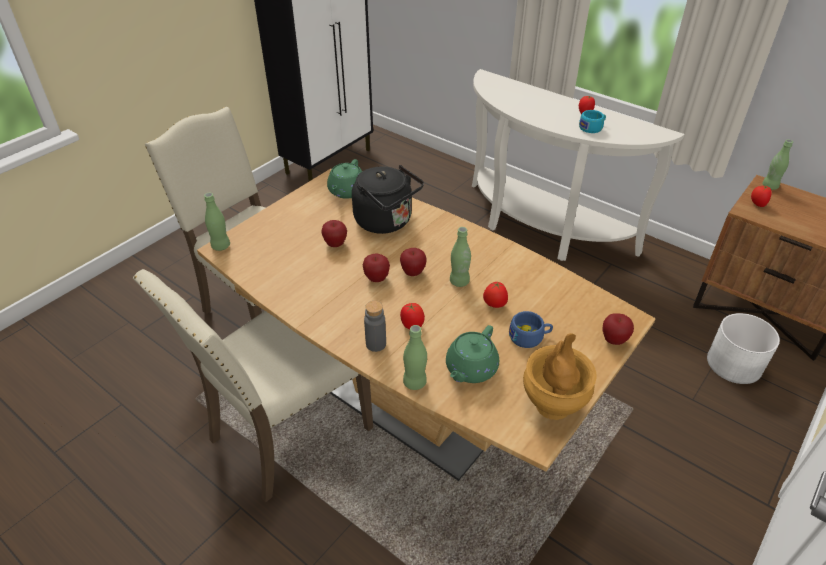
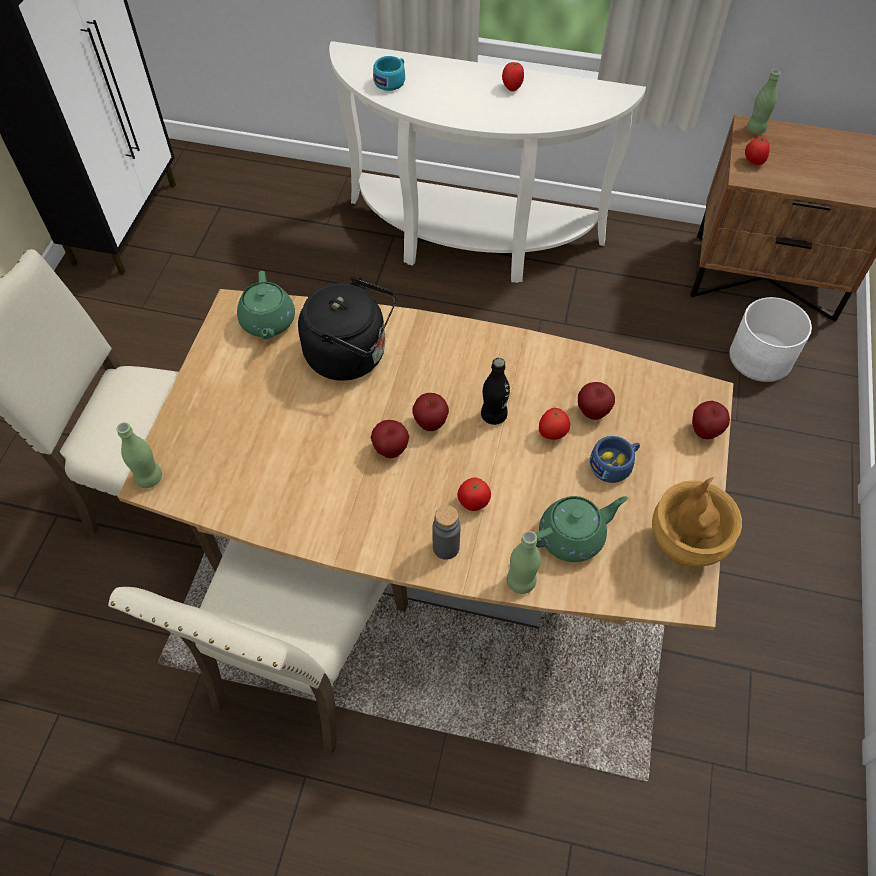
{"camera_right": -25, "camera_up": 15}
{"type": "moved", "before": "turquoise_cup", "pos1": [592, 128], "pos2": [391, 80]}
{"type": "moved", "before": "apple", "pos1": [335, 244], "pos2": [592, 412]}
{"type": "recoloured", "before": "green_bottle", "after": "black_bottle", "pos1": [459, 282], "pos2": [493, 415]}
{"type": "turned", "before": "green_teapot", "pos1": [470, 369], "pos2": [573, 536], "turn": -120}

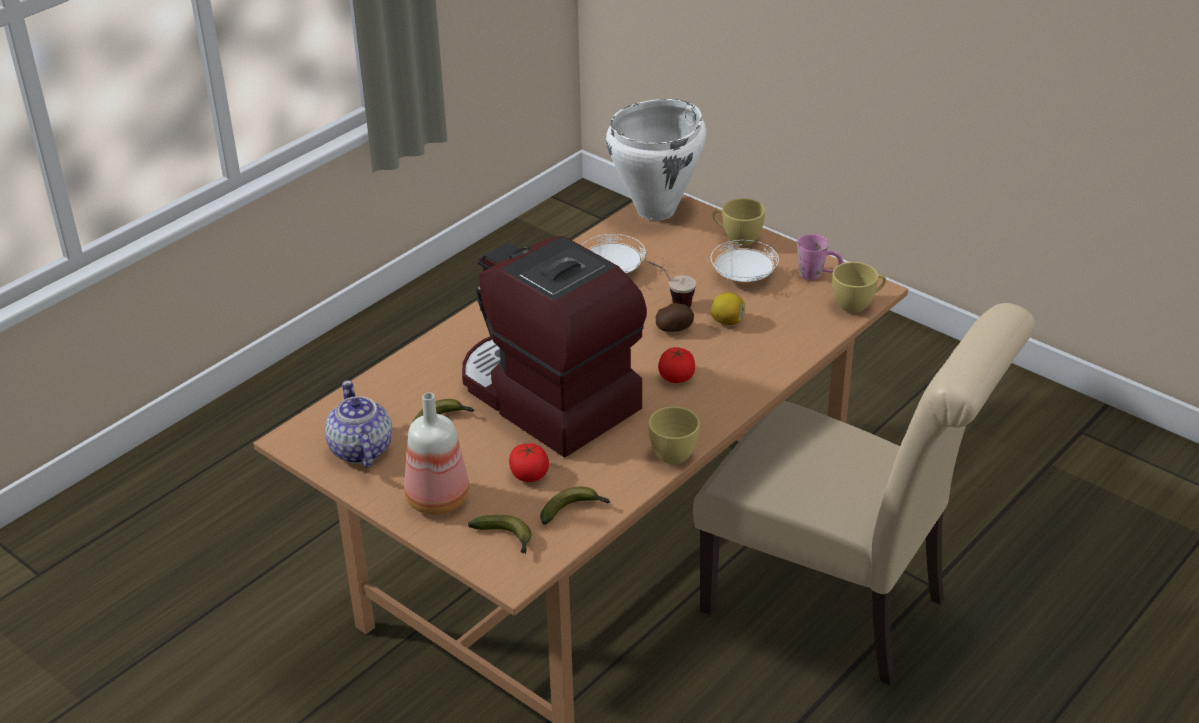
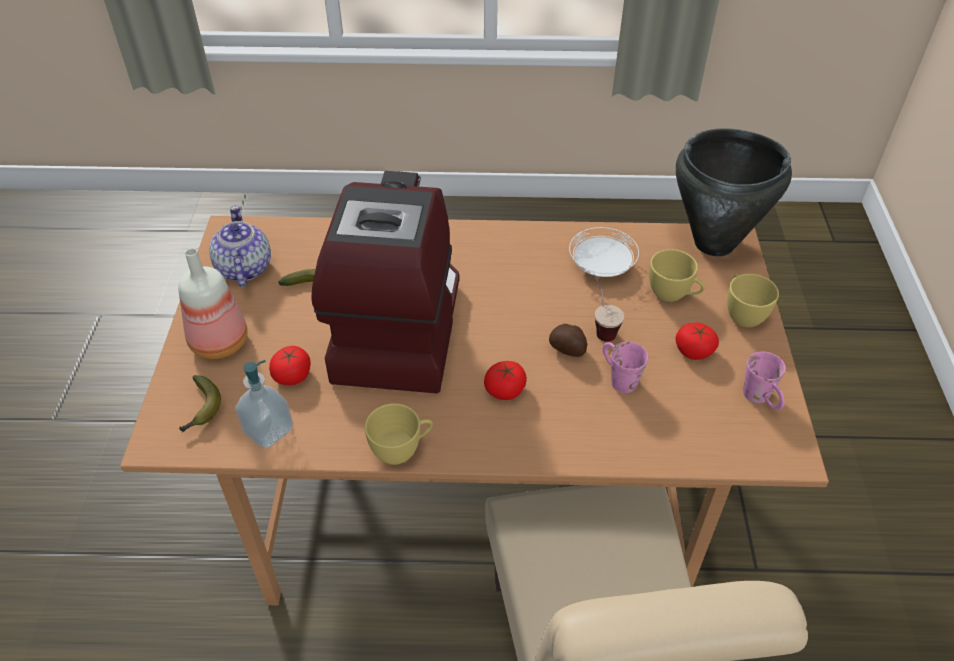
{"camera_right": 50, "camera_up": 10}
{"type": "recoloured", "before": "white_cooking_pot", "after": "black_cooking_pot", "pos1": [657, 210], "pos2": [714, 244]}
{"type": "replaced", "before": "white_plate", "after": "tomato", "pos1": [744, 277], "pos2": [694, 350]}
{"type": "moved", "before": "yellow_cup", "pos1": [857, 304], "pos2": [673, 295]}
{"type": "replaced", "before": "lemon", "after": "pink_mug", "pos1": [727, 321], "pos2": [617, 377]}
{"type": "turned", "before": "teapot", "pos1": [360, 450], "pos2": [243, 269], "turn": -45}
{"type": "replaced", "before": "banana", "after": "soap_dispenser", "pos1": [574, 510], "pos2": [268, 430]}

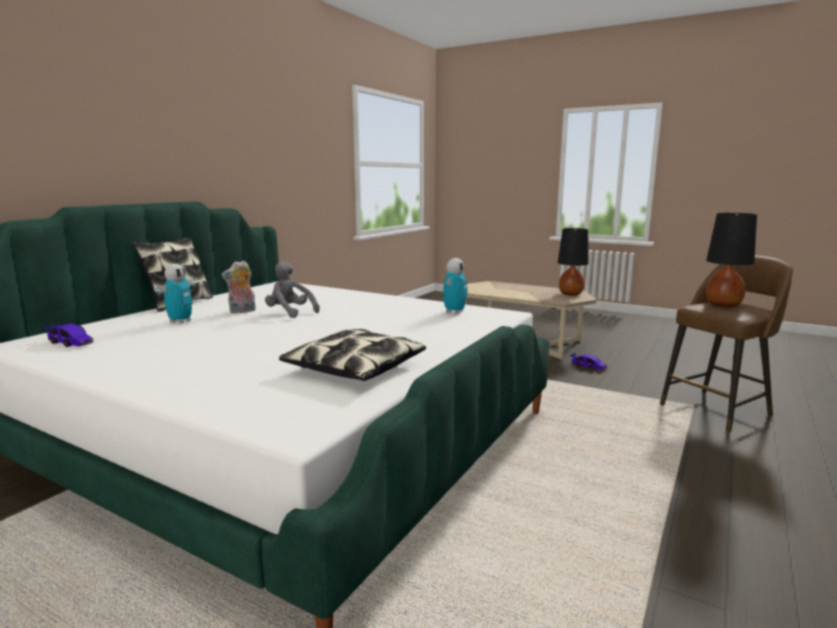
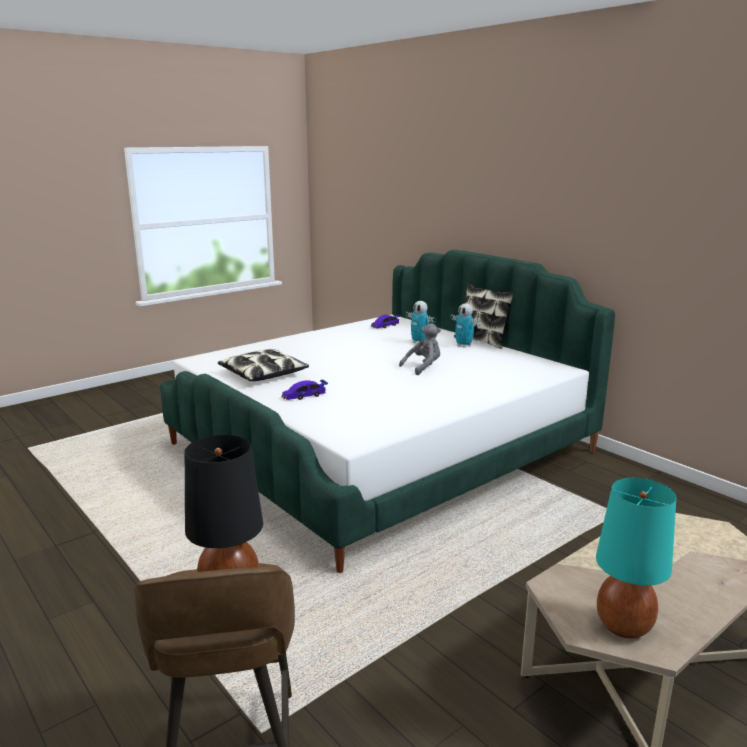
{"camera_right": 110, "camera_up": 5}
{"type": "recoloured", "before": "black_table_lamp", "after": "turquoise_table_lamp", "pos1": [570, 294], "pos2": [624, 626]}
{"type": "moved", "before": "toy_robot", "pos1": [454, 312], "pos2": [464, 346]}
{"type": "removed", "before": "plush_toy", "pos1": [242, 311]}
{"type": "moved", "before": "toy_car", "pos1": [588, 366], "pos2": [304, 396]}

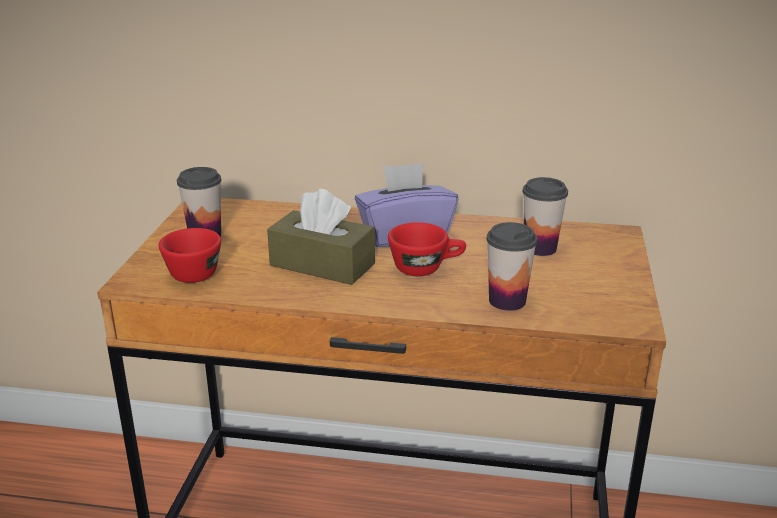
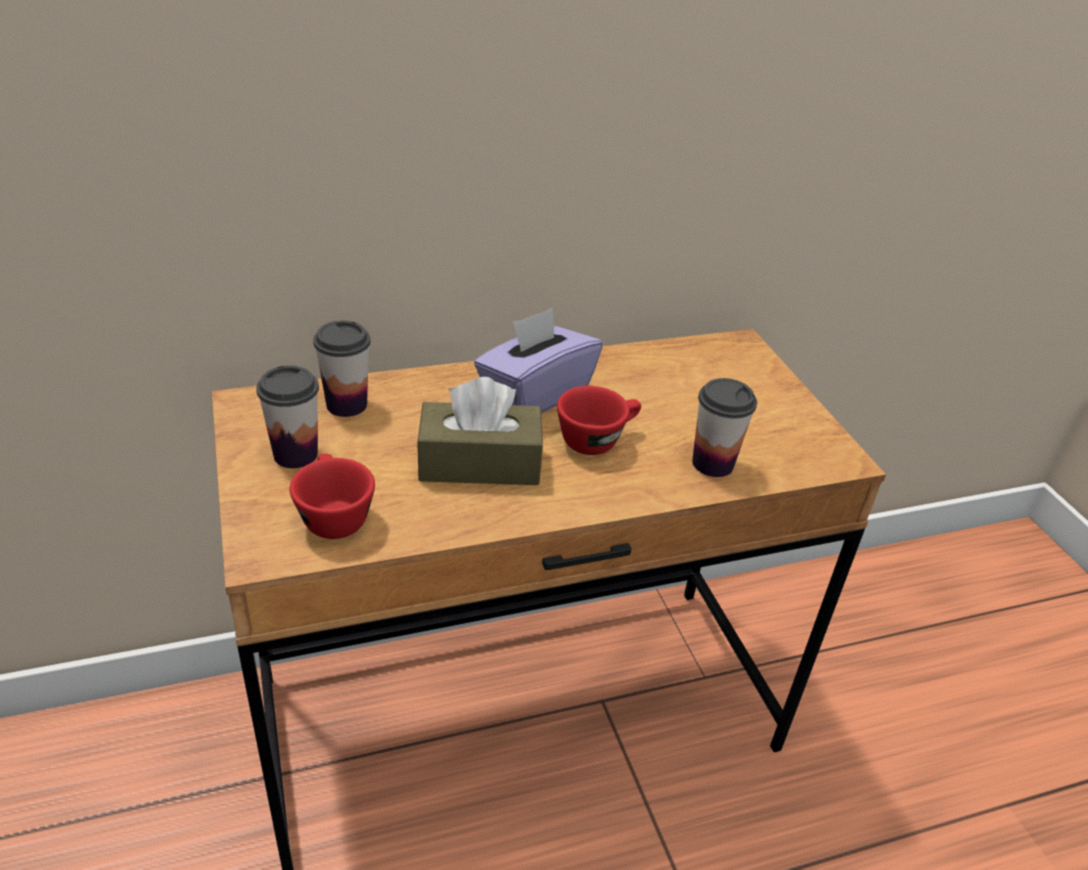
{"camera_right": -30, "camera_up": 10}
{"type": "moved", "before": "cup", "pos1": [540, 248], "pos2": [346, 405]}

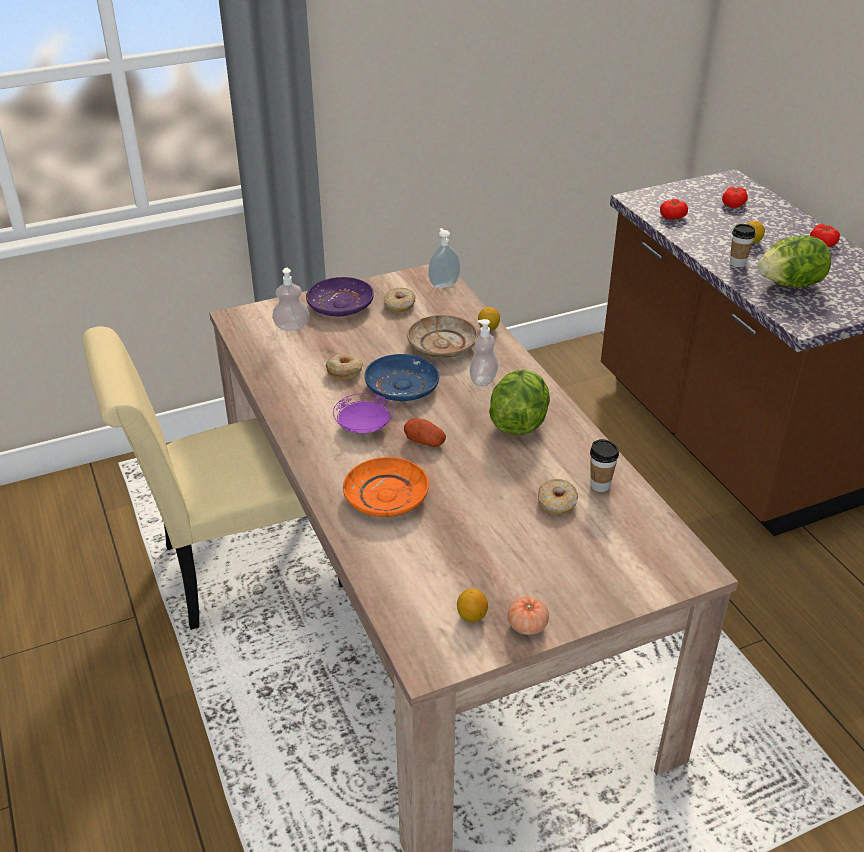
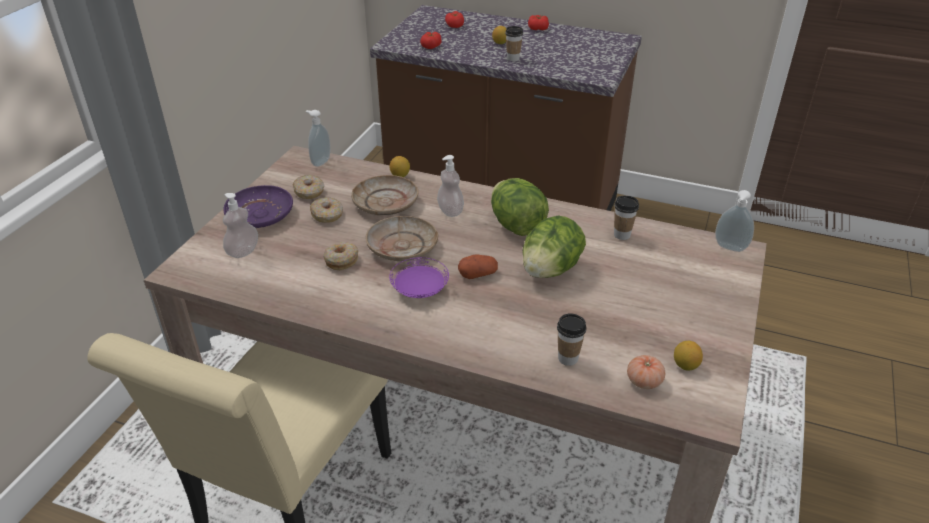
{"camera_right": -45, "camera_up": 0}
{"type": "moved", "before": "lettuce", "pos1": [790, 284], "pos2": [550, 269]}
{"type": "recoloured", "before": "blue_plate", "after": "beige_plate", "pos1": [402, 386], "pos2": [402, 247]}
{"type": "removed", "before": "orange_plate", "pos1": [386, 497]}
{"type": "moved", "before": "donut", "pos1": [557, 503], "pos2": [327, 215]}
{"type": "moved", "before": "tomato", "pos1": [527, 625], "pos2": [644, 381]}
{"type": "added", "after": "soap_dispenser", "pos2": [729, 248]}
{"type": "added", "after": "cup", "pos2": [568, 358]}

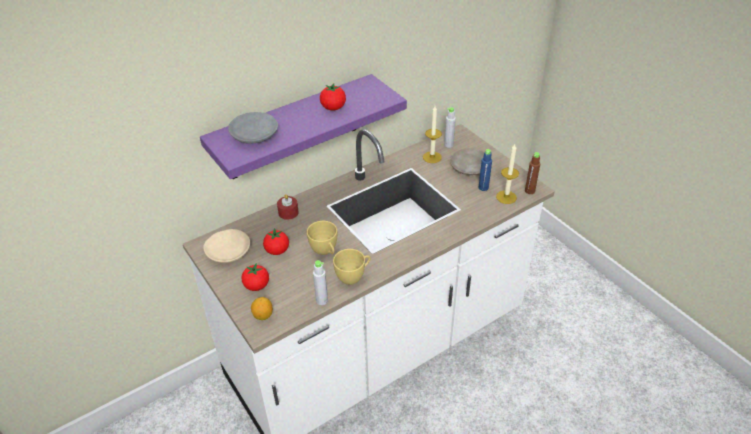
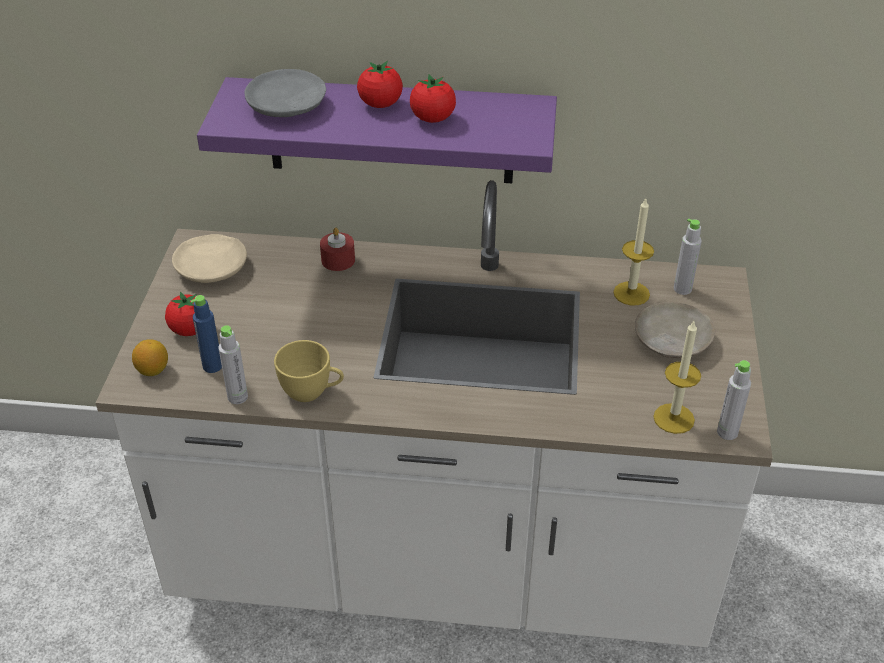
{"camera_right": 40, "camera_up": 0}
{"type": "moved", "before": "blue_bottle", "pos1": [483, 187], "pos2": [212, 366]}
{"type": "recoloured", "before": "brown_bottle", "after": "grey_bottle", "pos1": [529, 191], "pos2": [727, 432]}
{"type": "removed", "before": "yellow_cup", "pos1": [325, 251]}
{"type": "moved", "before": "tomato", "pos1": [277, 251], "pos2": [380, 104]}

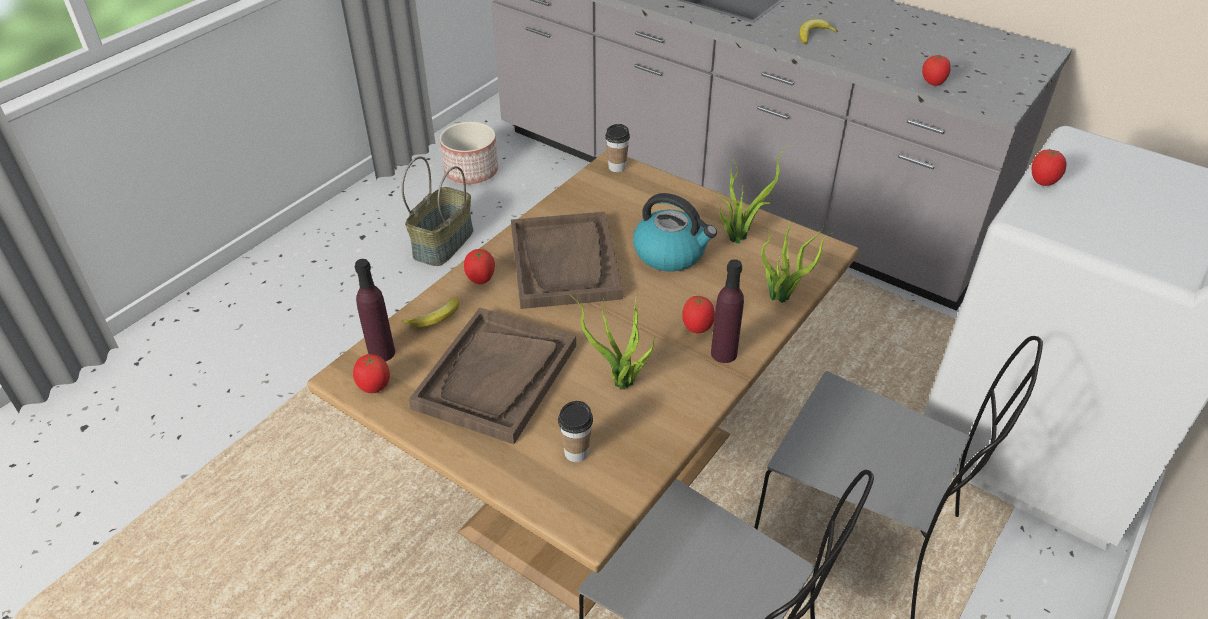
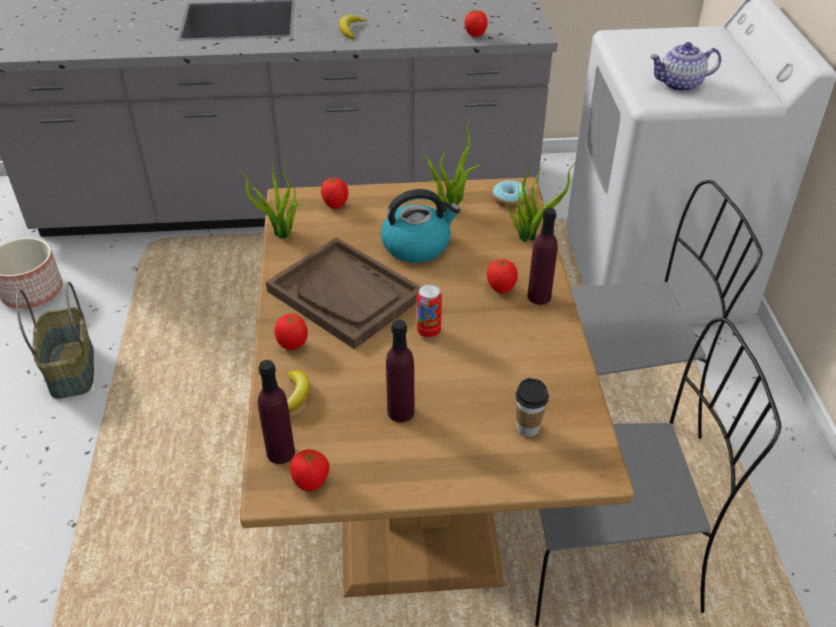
{"camera_right": -40, "camera_up": 0}
{"type": "removed", "before": "cup", "pos1": [617, 167]}
{"type": "moved", "before": "tomato", "pos1": [1042, 182], "pos2": [335, 206]}
{"type": "moved", "before": "potted_plant", "pos1": [621, 384], "pos2": [282, 235]}
{"type": "replaced", "before": "brown_tray", "after": "purple_bottle", "pos1": [496, 377], "pos2": [400, 412]}
{"type": "added", "after": "teapot", "pos2": [680, 84]}
{"type": "added", "after": "donut", "pos2": [509, 200]}
{"type": "added", "after": "can", "pos2": [428, 332]}

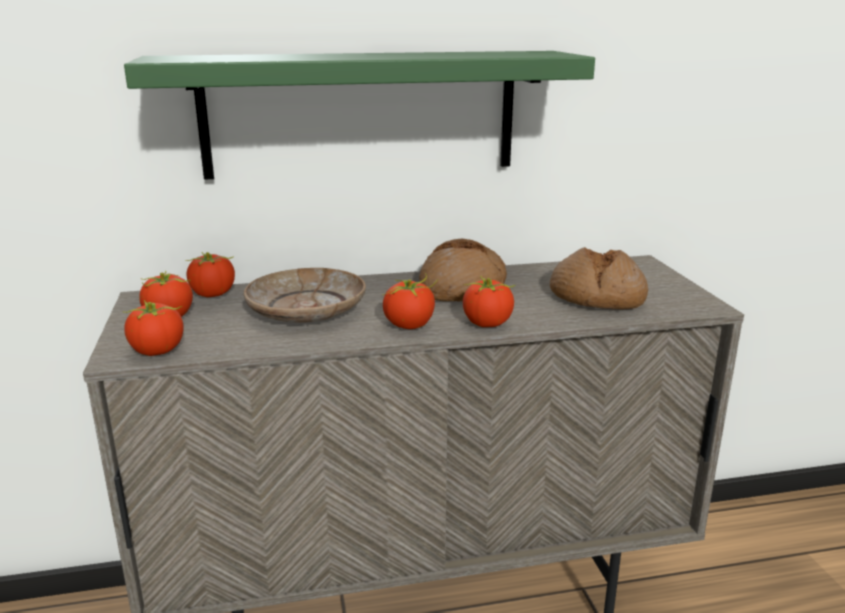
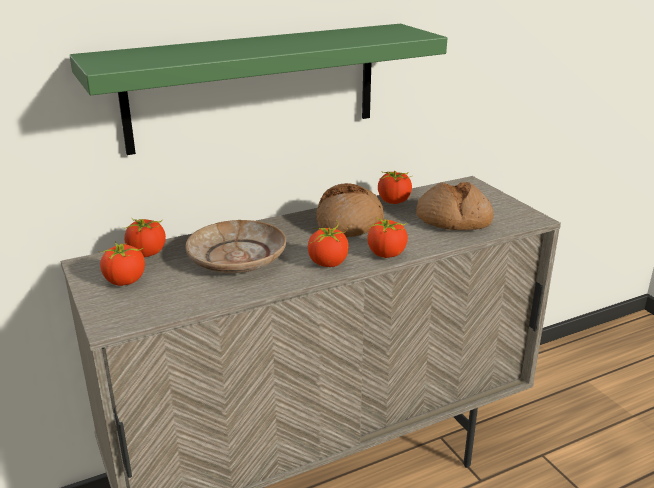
{"camera_right": -15, "camera_up": 5}
{"type": "moved", "before": "tomato", "pos1": [158, 351], "pos2": [394, 201]}

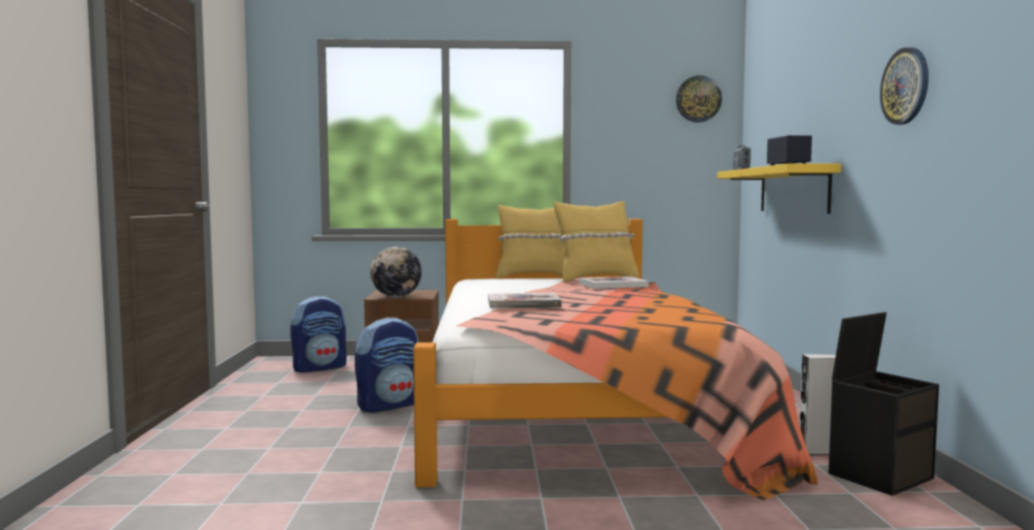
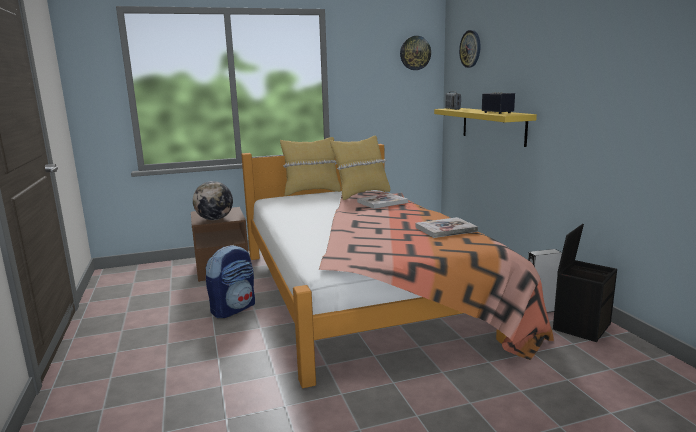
{"camera_right": -15, "camera_up": 10}
{"type": "moved", "before": "wall_clock", "pos1": [905, 86], "pos2": [470, 49]}
{"type": "moved", "before": "book", "pos1": [523, 303], "pos2": [446, 229]}
{"type": "removed", "before": "backpack", "pos1": [320, 368]}

